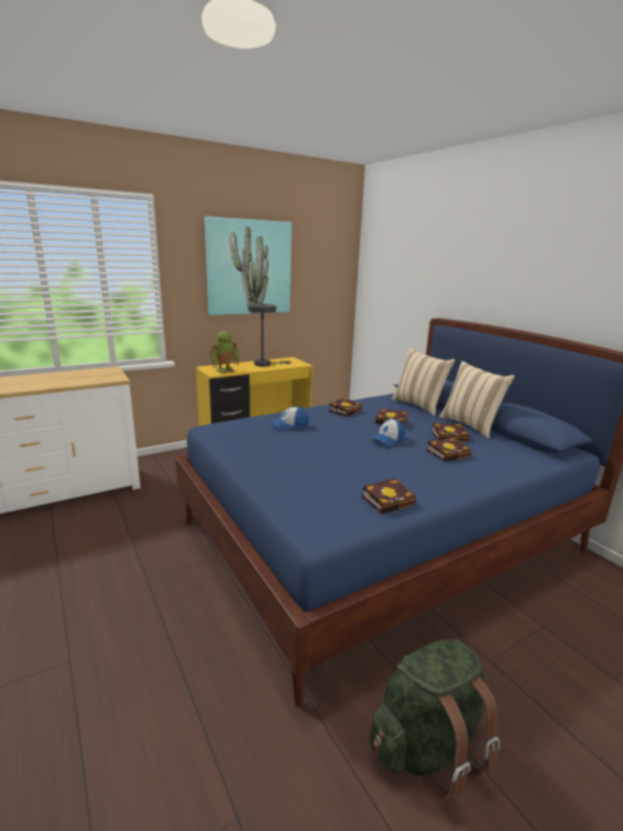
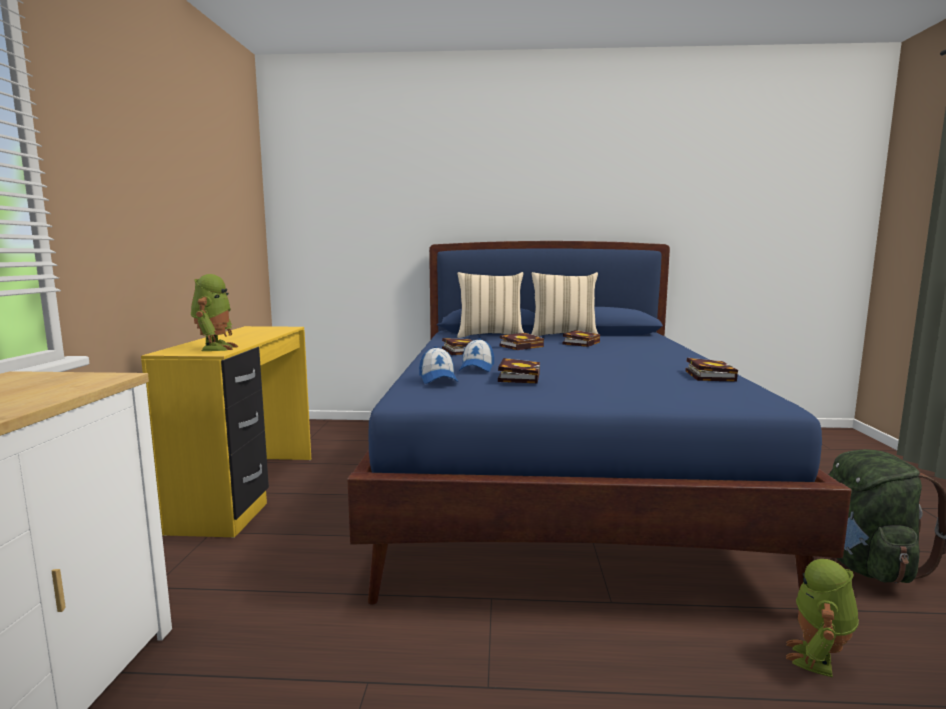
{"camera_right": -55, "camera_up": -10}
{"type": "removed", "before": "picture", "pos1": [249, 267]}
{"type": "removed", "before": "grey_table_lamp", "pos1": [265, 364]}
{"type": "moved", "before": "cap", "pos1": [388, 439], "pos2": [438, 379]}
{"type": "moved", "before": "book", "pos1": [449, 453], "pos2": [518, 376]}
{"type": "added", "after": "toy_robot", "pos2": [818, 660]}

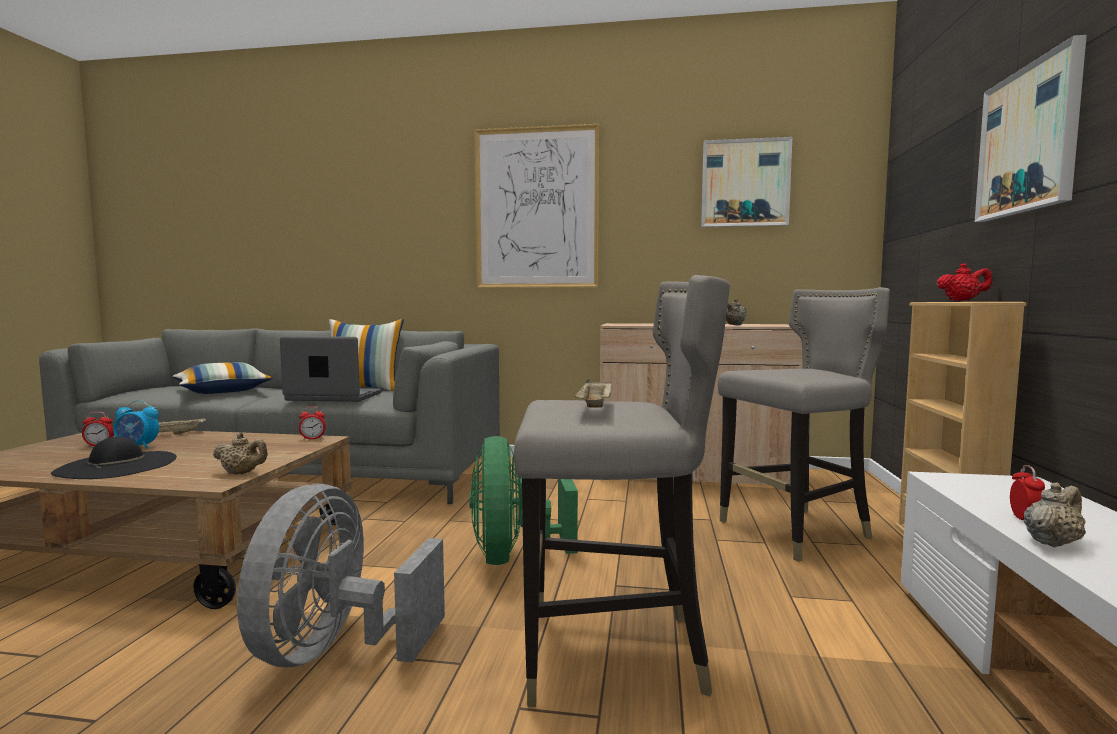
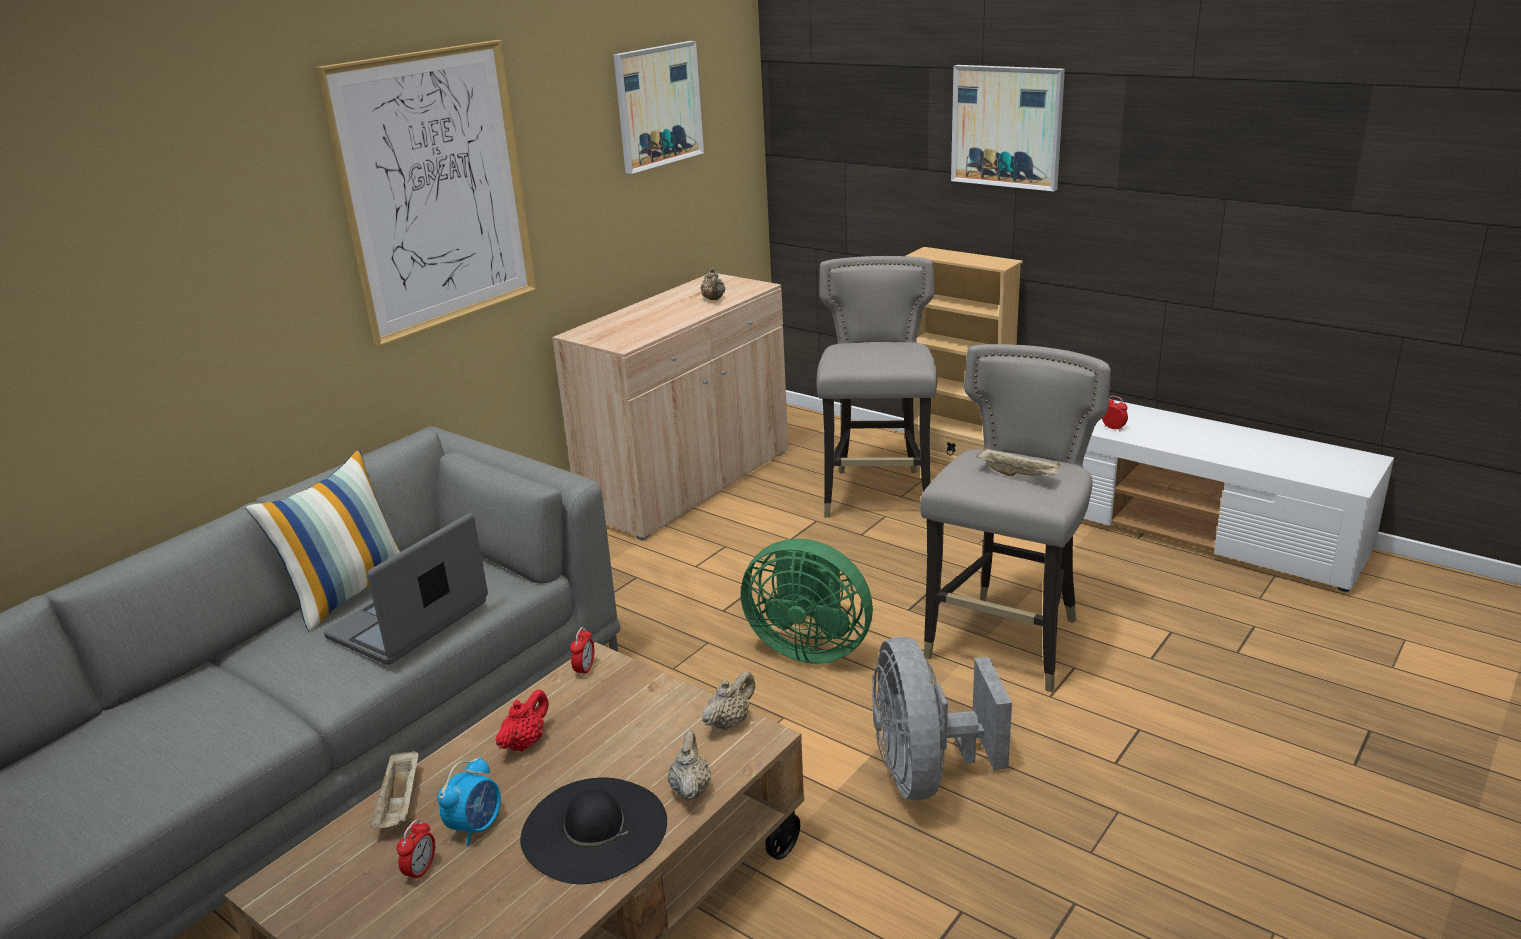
{"camera_right": -60, "camera_up": 20}
{"type": "moved", "before": "red_teapot", "pos1": [962, 301], "pos2": [525, 742]}
{"type": "removed", "before": "pillow", "pos1": [223, 391]}
{"type": "moved", "before": "beige_teapot", "pos1": [1052, 542], "pos2": [690, 789]}
{"type": "turned", "before": "grey_fan", "pos1": [336, 651], "pos2": [926, 773], "turn": 45}

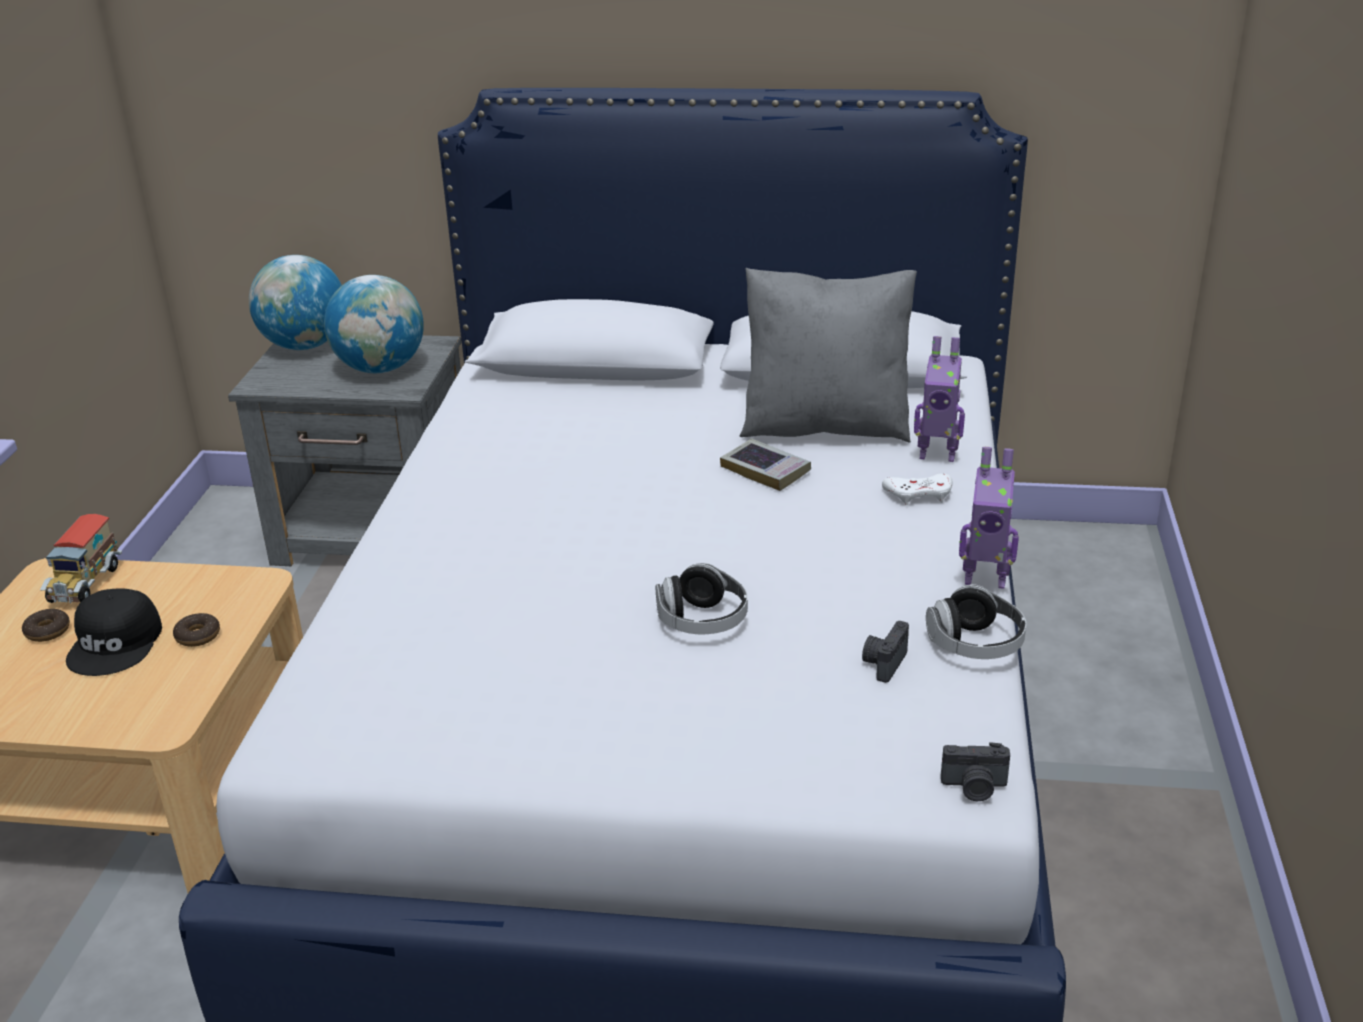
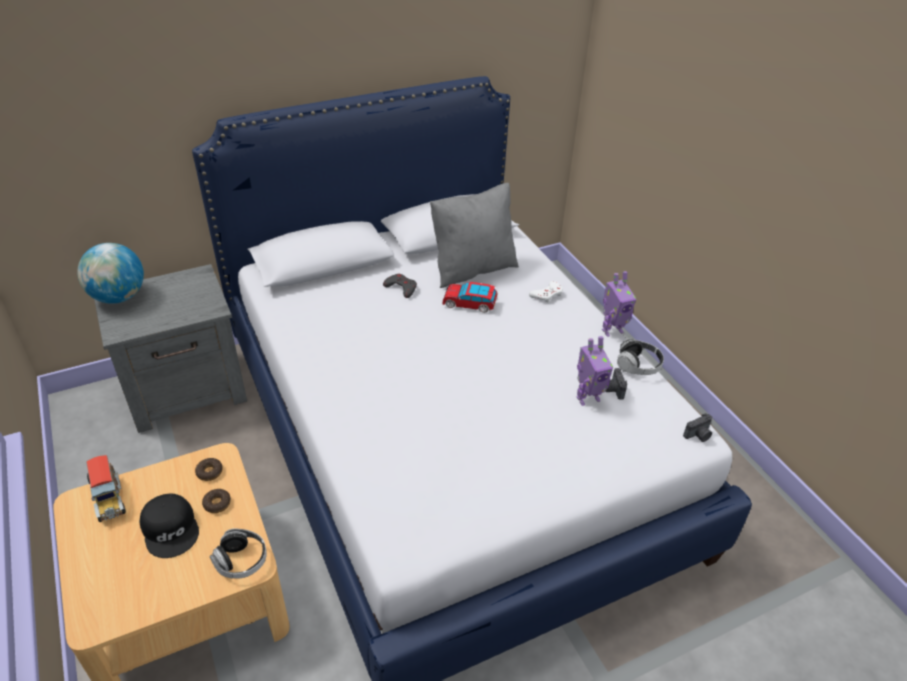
{"camera_right": -35, "camera_up": 10}
{"type": "removed", "before": "globe", "pos1": [381, 368]}
{"type": "moved", "before": "toy_robot", "pos1": [937, 454], "pos2": [587, 398]}
{"type": "replaced", "before": "book", "after": "toy_car", "pos1": [765, 470], "pos2": [469, 303]}
{"type": "moved", "before": "headphones", "pos1": [702, 621], "pos2": [241, 561]}
{"type": "moved", "before": "donut", "pos1": [47, 631], "pos2": [209, 472]}
{"type": "added", "after": "grey_game_controller", "pos2": [401, 288]}

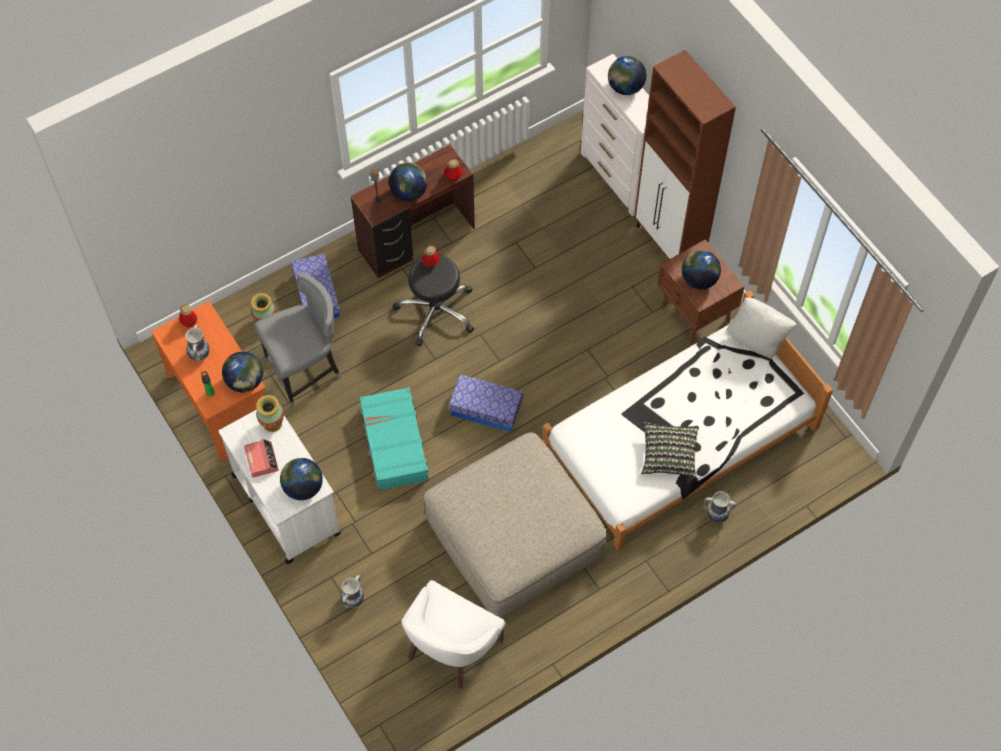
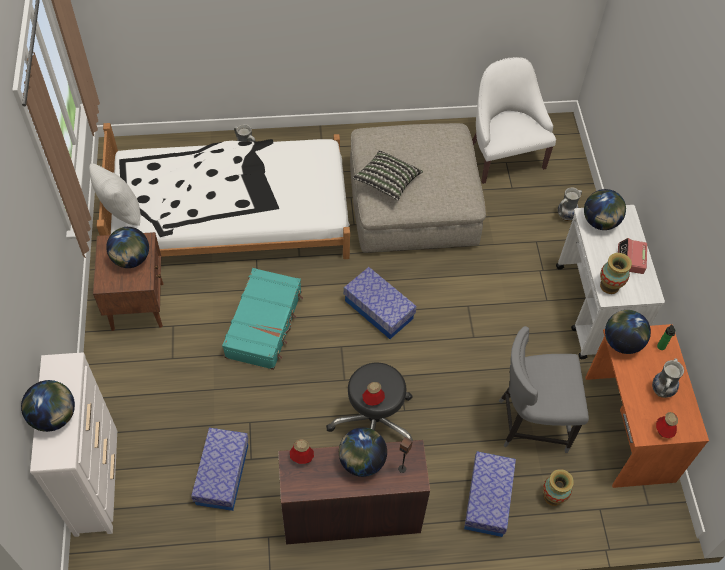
{"camera_right": -155, "camera_up": -5}
{"type": "removed", "before": "brown_cabinet", "pos1": [669, 246]}
{"type": "moved", "before": "turquoise_suitcase", "pos1": [393, 444], "pos2": [264, 324]}
{"type": "moved", "before": "pillow", "pos1": [668, 455], "pos2": [387, 182]}
{"type": "turned", "before": "white_armchair", "pos1": [450, 648], "pos2": [503, 155], "turn": -75}
{"type": "added", "after": "storage_box", "pos2": [222, 474]}

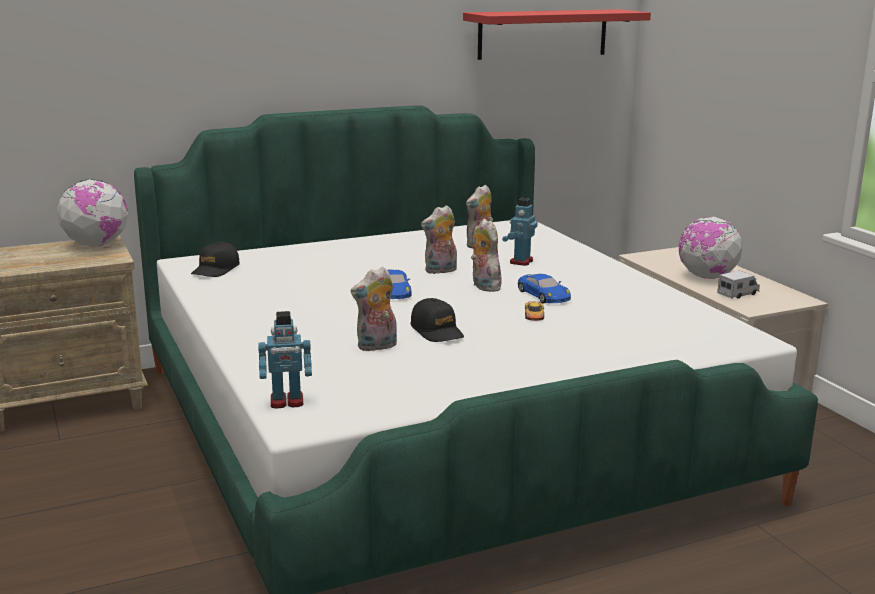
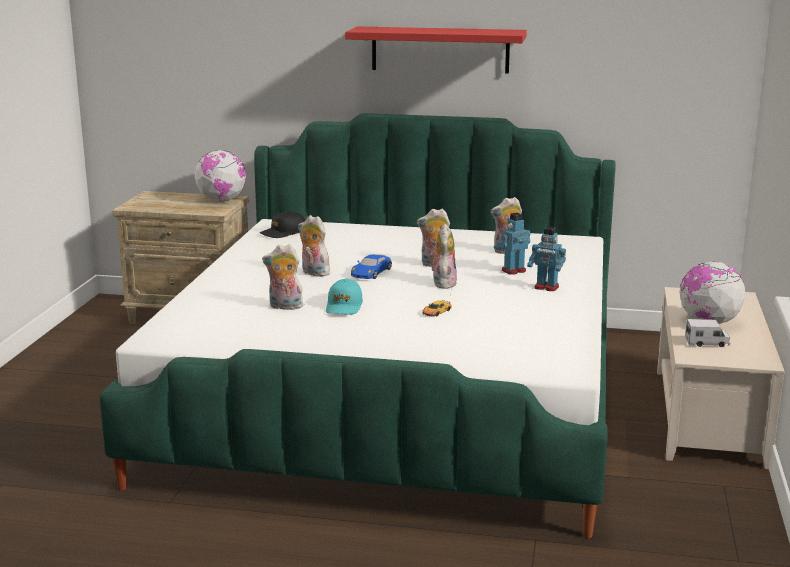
{"camera_right": 35, "camera_up": 0}
{"type": "moved", "before": "red_shelf", "pos1": [543, 34], "pos2": [440, 49]}
{"type": "removed", "before": "blue_toy_car", "pos1": [543, 295]}
{"type": "recoloured", "before": "black_cap", "after": "turquoise_cap", "pos1": [437, 331], "pos2": [344, 306]}
{"type": "moved", "before": "toy_robot", "pos1": [287, 402], "pos2": [546, 287]}
{"type": "added", "after": "plush_toy", "pos2": [313, 273]}

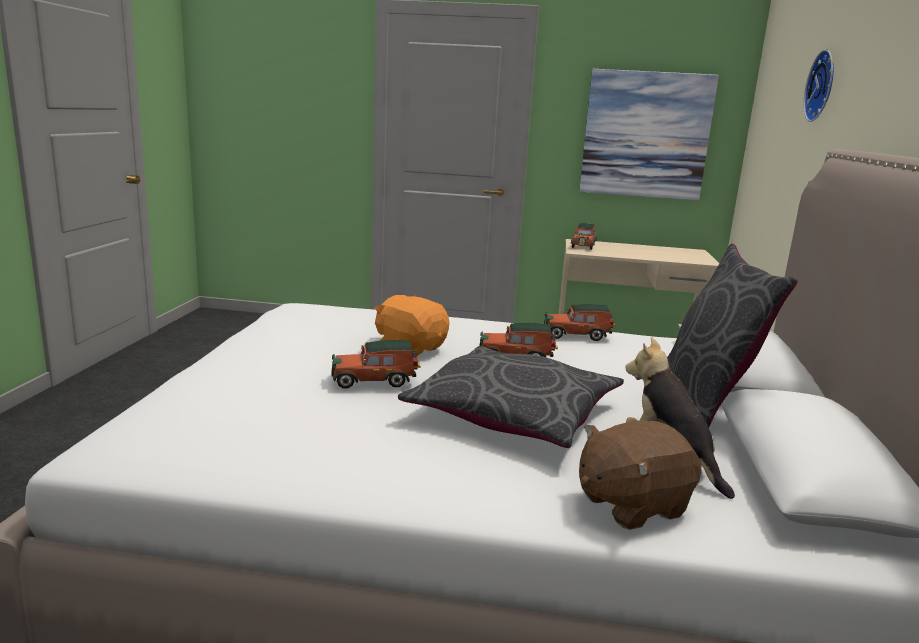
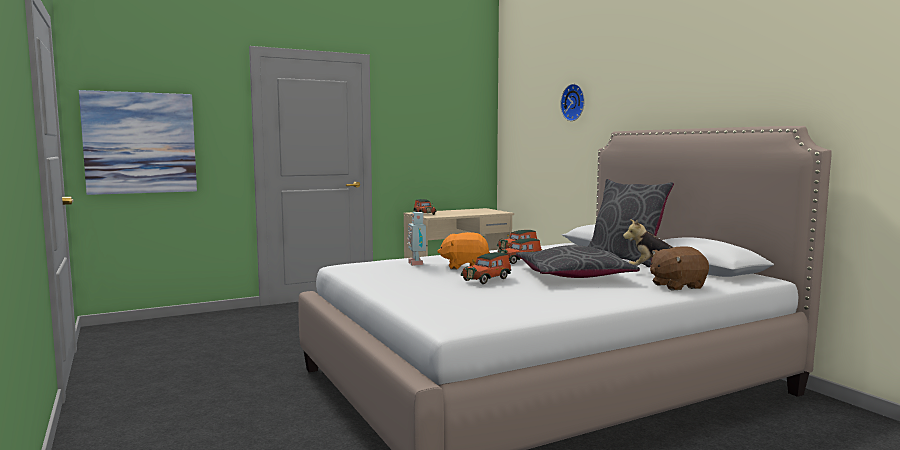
{"camera_right": -35, "camera_up": -10}
{"type": "moved", "before": "picture", "pos1": [646, 135], "pos2": [140, 143]}
{"type": "turned", "before": "brown_plush_toy", "pos1": [630, 504], "pos2": [676, 286], "turn": 45}
{"type": "added", "after": "toy_robot", "pos2": [417, 263]}

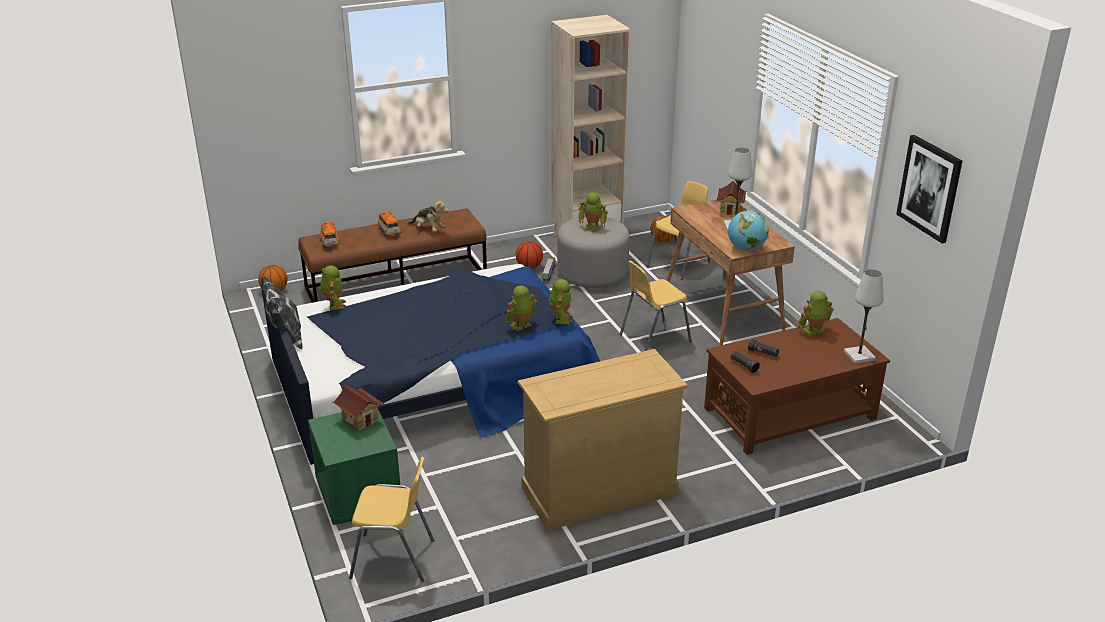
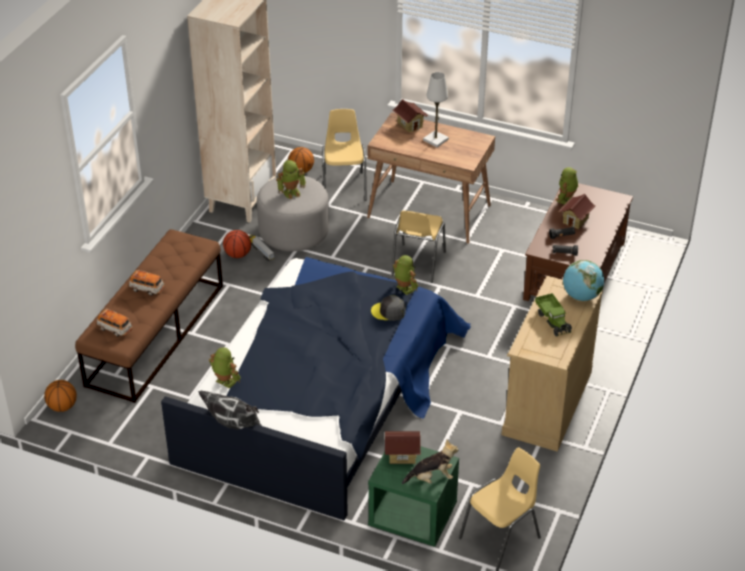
{"camera_right": -45, "camera_up": 10}
{"type": "removed", "before": "picture", "pos1": [930, 188]}
{"type": "moved", "before": "plush_toy", "pos1": [429, 229], "pos2": [431, 478]}
{"type": "moved", "before": "globe", "pos1": [746, 249], "pos2": [581, 296]}
{"type": "removed", "before": "white_table_lamp", "pos1": [859, 356]}
{"type": "replaced", "before": "toy_robot", "after": "grey_cap", "pos1": [521, 326], "pos2": [388, 311]}
{"type": "added", "after": "toy_house", "pos2": [576, 220]}
{"type": "added", "after": "toy_truck", "pos2": [553, 320]}

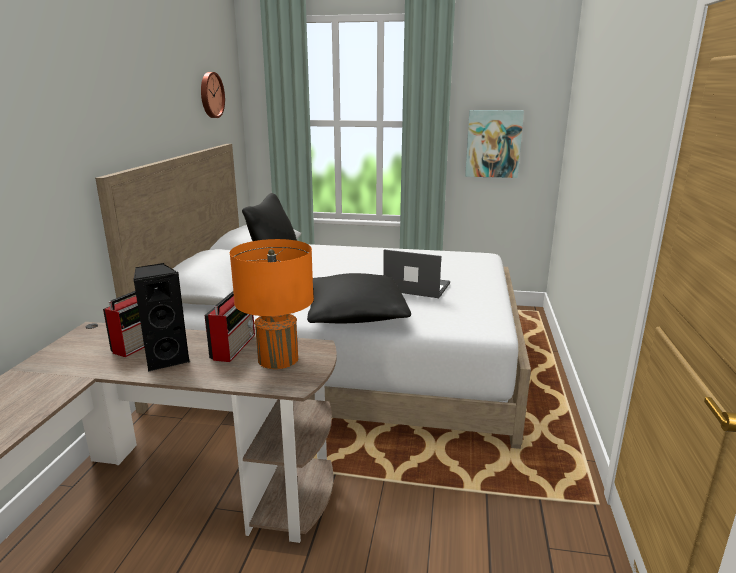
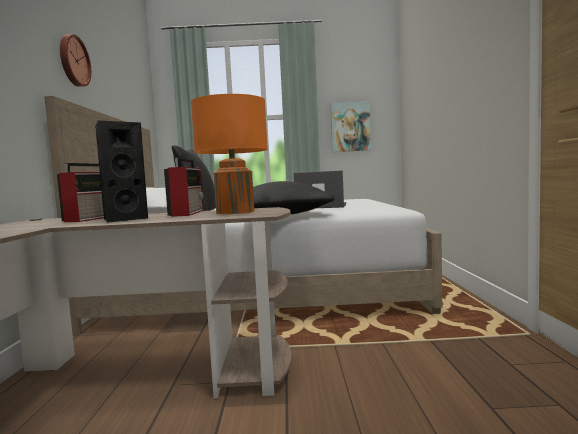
{"camera_right": -10, "camera_up": -15}
{"type": "moved", "before": "wall_clock", "pos1": [210, 95], "pos2": [73, 61]}

